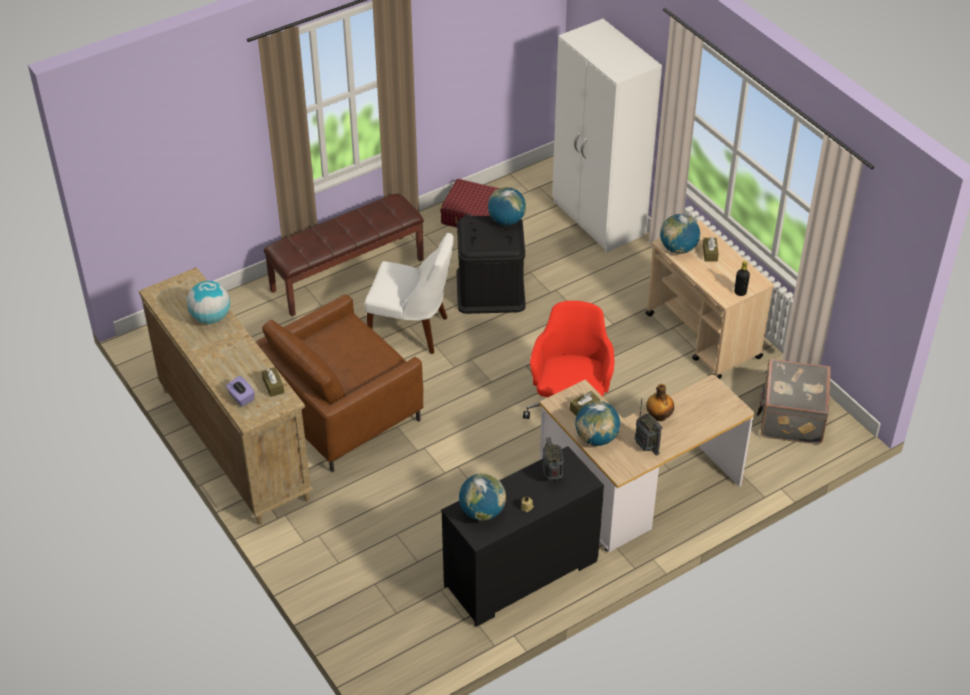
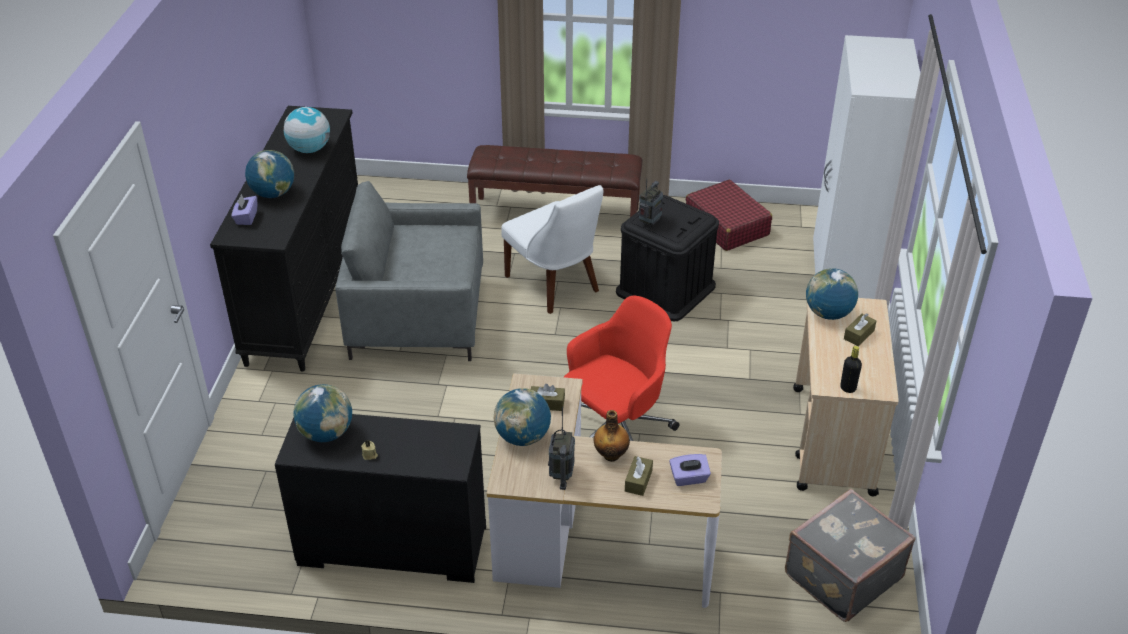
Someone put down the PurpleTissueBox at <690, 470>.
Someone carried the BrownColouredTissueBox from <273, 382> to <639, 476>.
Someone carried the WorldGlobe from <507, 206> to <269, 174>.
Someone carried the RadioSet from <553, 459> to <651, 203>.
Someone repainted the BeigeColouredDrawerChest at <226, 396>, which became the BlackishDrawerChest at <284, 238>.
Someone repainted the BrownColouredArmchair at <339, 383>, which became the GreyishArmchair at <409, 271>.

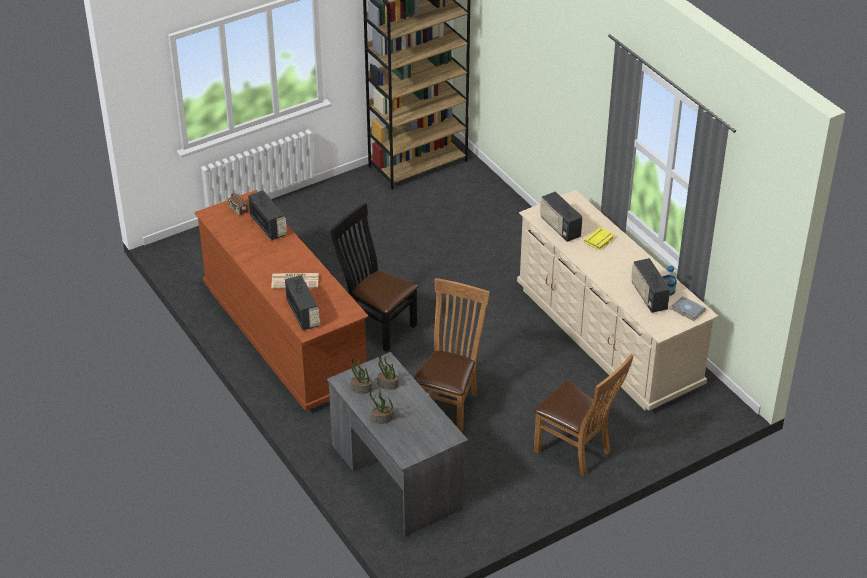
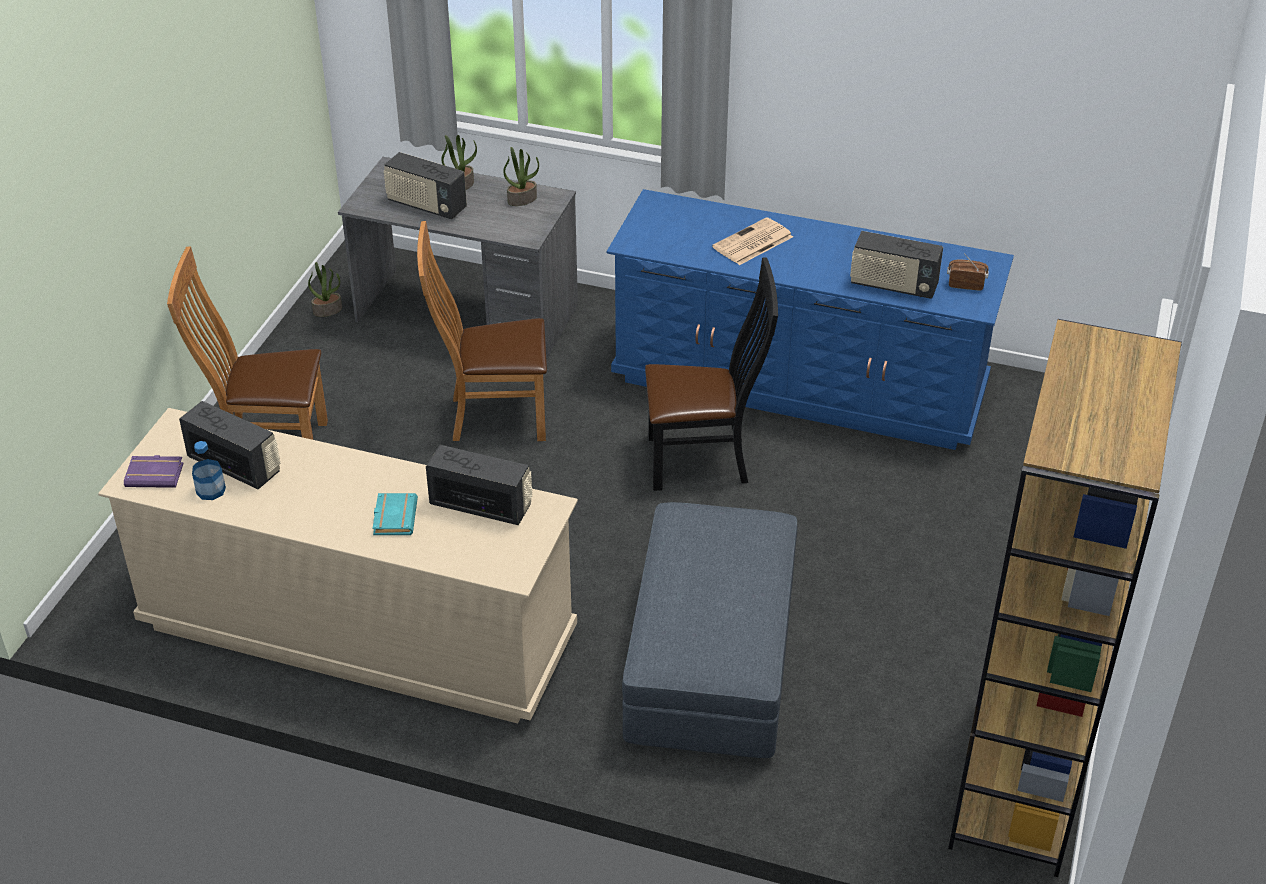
Someone put down the GreyishPouffe at <709, 630>.
Someone carried the RadioSet from <302, 303> to <425, 185>.
Someone carried the PottedPlant from <388, 371> to <325, 289>.
Someone repainted the BrownColouredDrawerChest at <281, 300>, which became the BlueDrawerChest at <810, 319>.
Someone repainted the YellowColouredVolume at <599, 239>, which became the TurquoiseVolume at <395, 514>.
Someone repainted the GreyishVolume at <688, 308>, which became the PurpleVolume at <153, 471>.
Someone rotated the BrownColouredUprightChair at <451, 355> by 105 degrees clockwise.

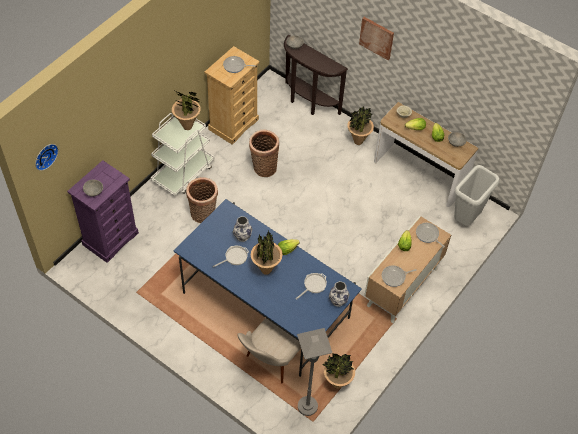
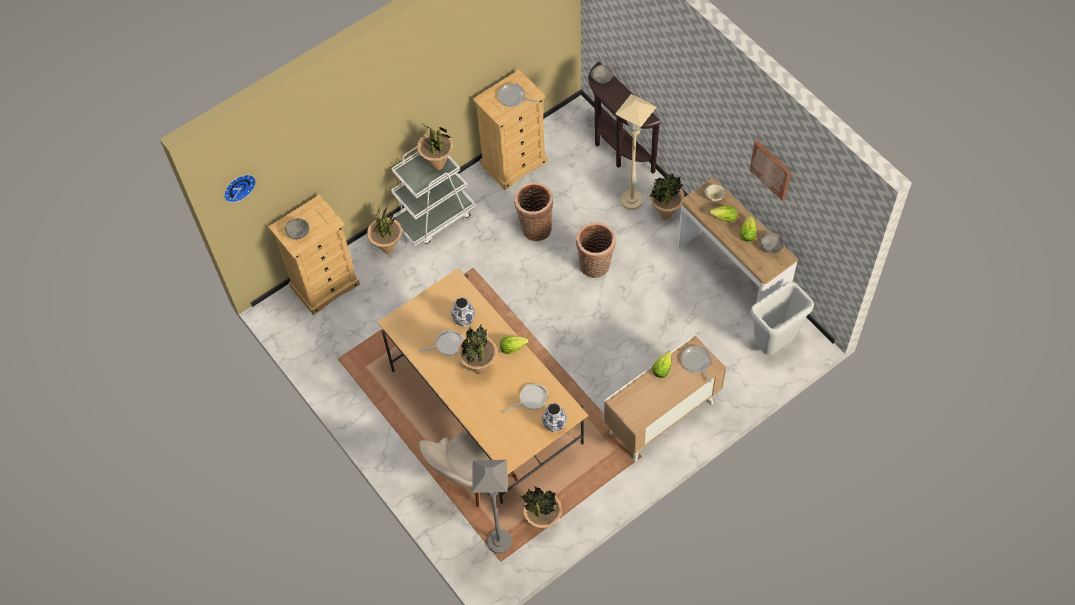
Someone took away the FryingPan at <399, 276>.
Someone put down the PottedPlant at <384, 230>.
Someone put down the BeigeColouredStandardLamp at <635, 152>.
Someone carried the Basket from <202, 200> to <596, 250>.
Someone carried the Picture from <376, 38> to <770, 170>.
Someone repainted the PurpleDrawerChest at <103, 211>, which became the BeigeColouredDrawerChest at <314, 254>.
Someone repainted the BlueDinnerTable at <268, 288>, which became the BeigeColouredDinnerTable at <483, 386>.

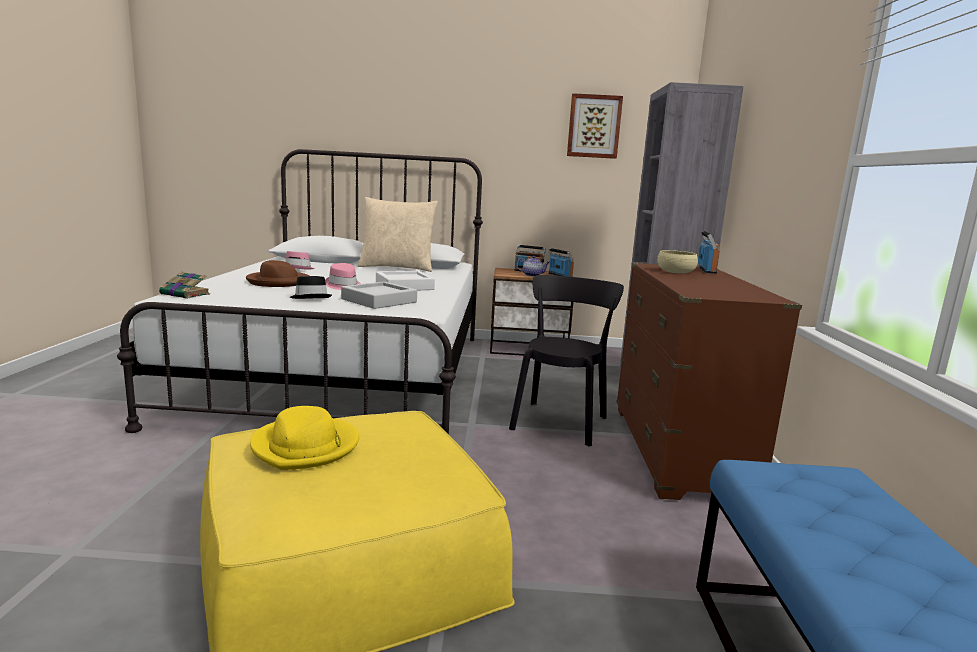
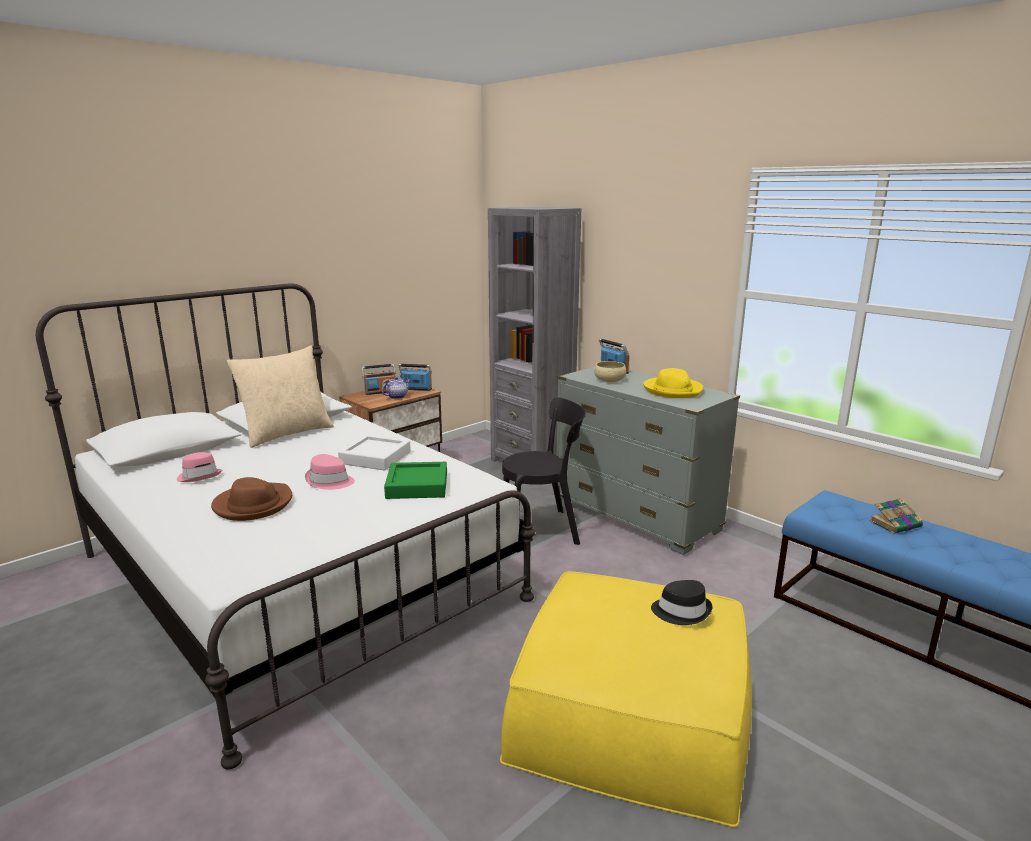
Someone took away the Picture at <595, 126>.
Someone carried the Volume from <184, 285> to <896, 516>.
Someone carried the YellowColouredClothingHat from <304, 438> to <673, 383>.
Someone carried the BlackishClothingHat from <310, 287> to <681, 602>.
Someone repainted the GreyishCarryingTray at <379, 295>, which became the GreenCarryingTray at <415, 480>.
Someone repainted the BrownColouredDrawerChest at <709, 381>, which became the GreyishDrawerChest at <648, 461>.
Someone rotated the BlackishUprightChair at <566, 361> by 105 degrees clockwise.

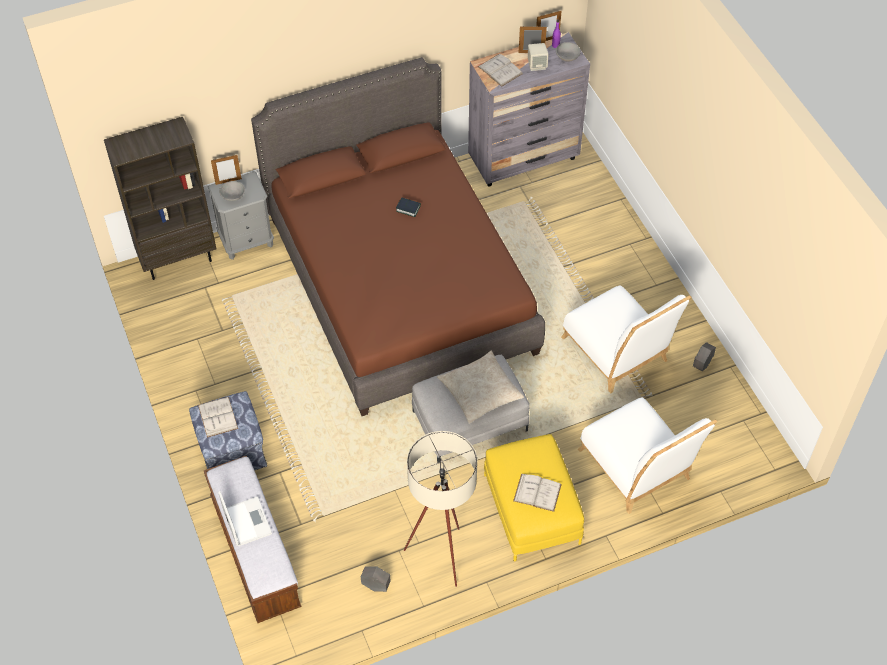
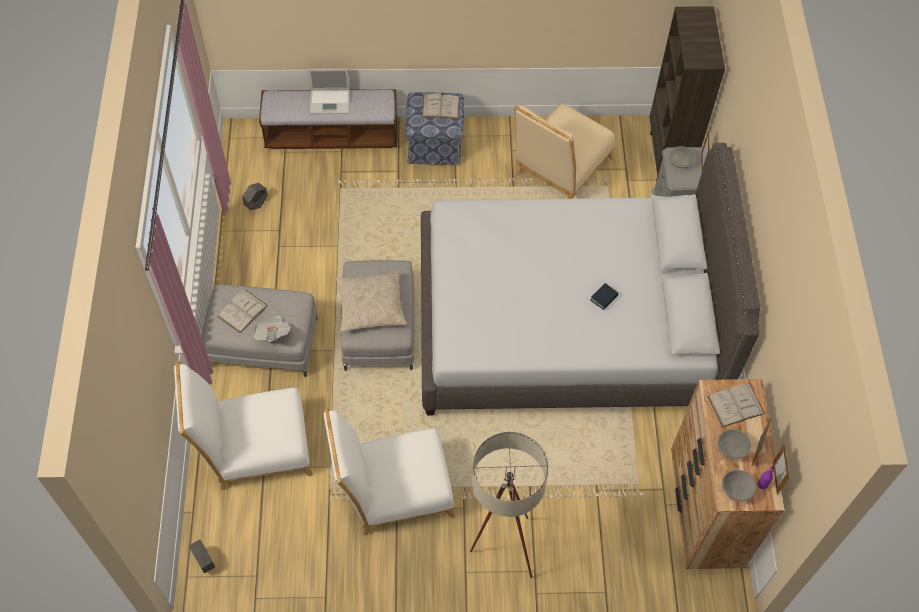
Someone put down the PrintedPaper at <272, 329>.
Someone put down the BeigeColouredUprightChair at <564, 151>.
Someone carried the BeigeColouredStandardLamp from <440, 509> to <509, 505>.
Someone carried the GreyishPlanter from <704, 356> to <202, 557>.
Someone swapped the BeigeColouredSpeaker at <538, 57> for the GreyishDeepDish at <734, 444>.
Someone repainted the BrownColouredSleepingBed at <398, 236>, which became the GreyishSleepingBed at <590, 279>.
Someone repainted the GreyishDrawerChest at <529, 109>, which became the BrownColouredDrawerChest at <728, 474>.
Someone repainted the YellowColouredPouffe at <534, 498>, which became the GreyishPouffe at <259, 331>.

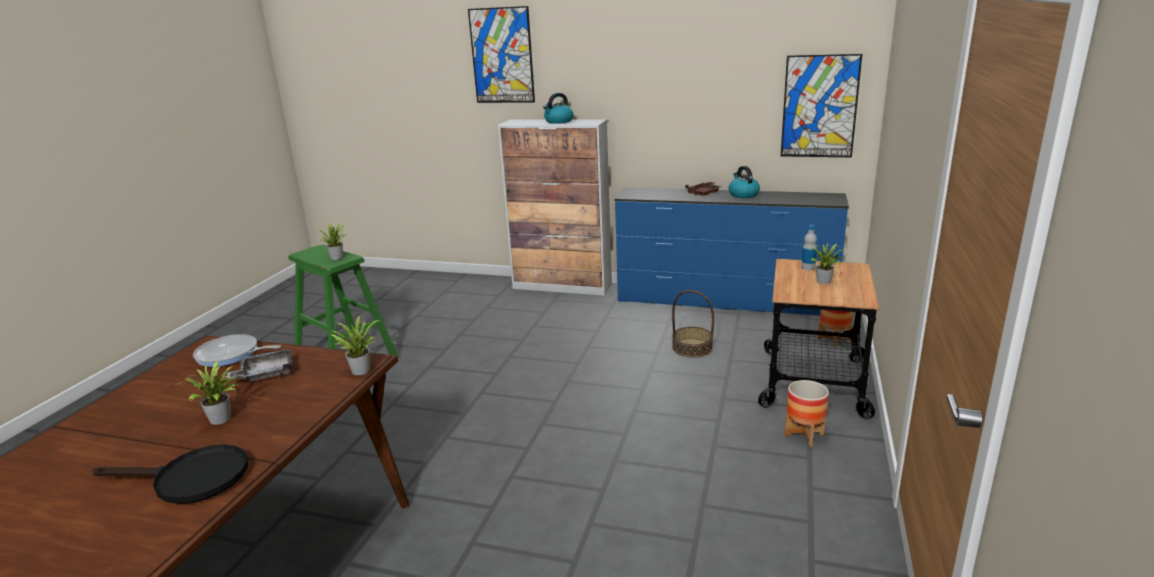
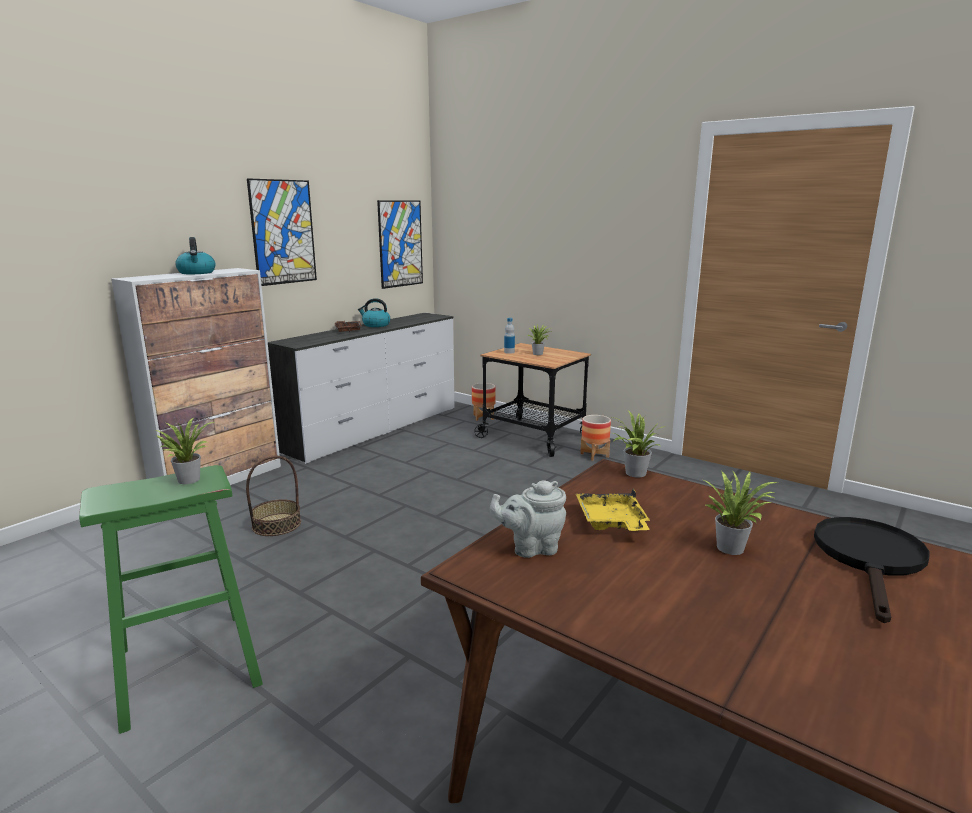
Someone carried the Picture from <501, 54> to <282, 232>.
Someone carried the Basket from <693, 323> to <273, 496>.
Someone swapped the FryingPan at <237, 350> for the GreyishPotForTea at <528, 519>.
Someone repainted the GreyishCarryingTray at <259, 365>, which became the YellowColouredCarryingTray at <613, 510>.
Someone repainted the BlueDrawerChest at <732, 251>, which became the WhitishDrawerChest at <361, 388>.

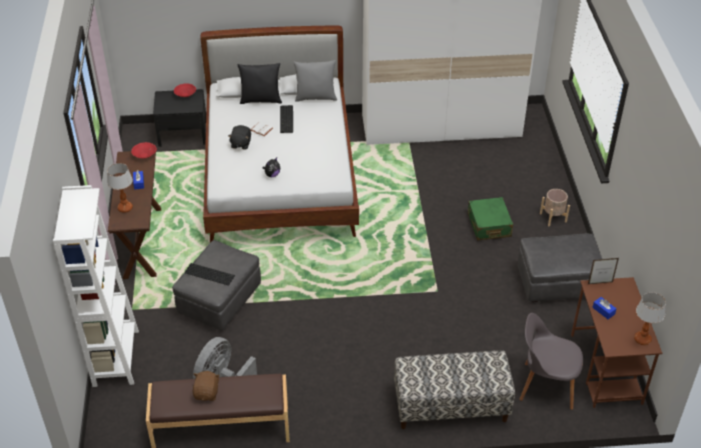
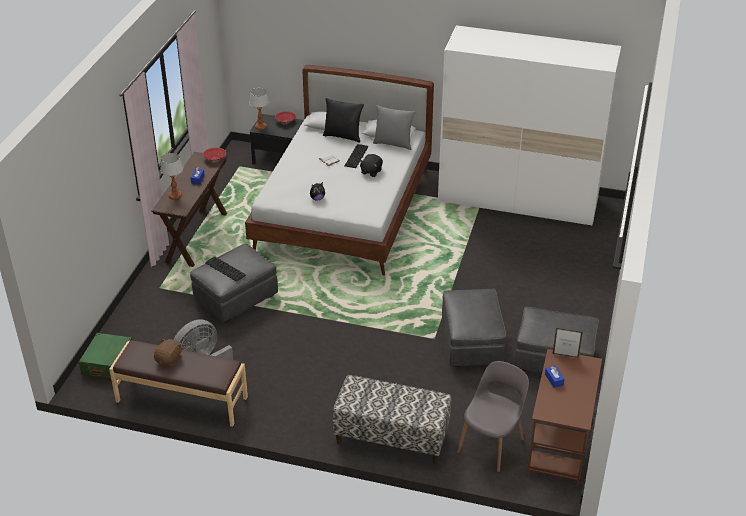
Someone took away the WhitishBookshelf at <96, 286>.
Someone took away the BeigeColouredPlanter at <555, 207>.
Someone put down the GreyishPouffe at <474, 328>.
Someone carried the BlackishPlushToy from <239, 137> to <371, 165>.
Someone carried the GreenSuitcase from <490, 219> to <105, 356>.
Someone carried the TableLamp from <650, 318> to <259, 109>.
Someone rotated the GreyishUprightChair at <551, 361> by 90 degrees clockwise.

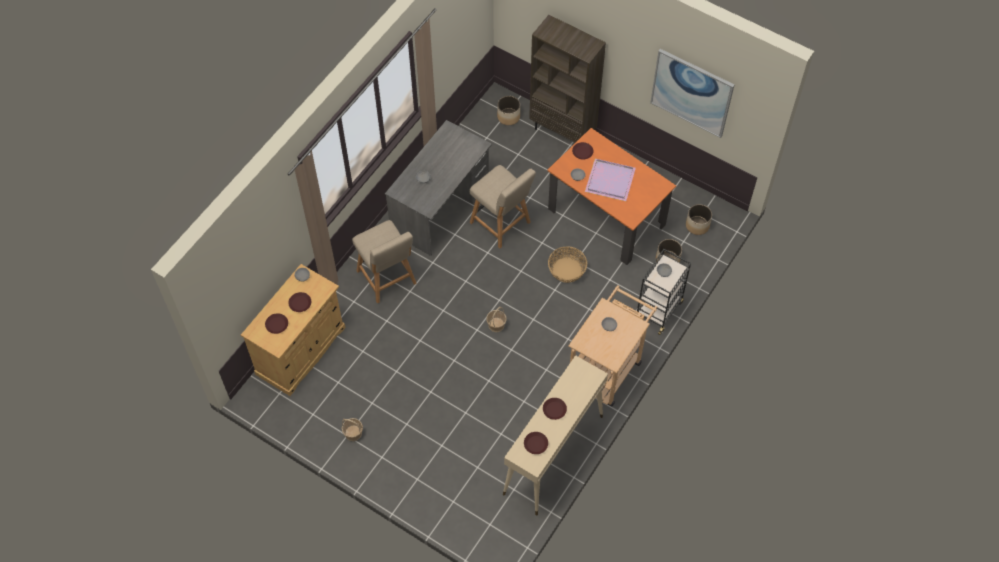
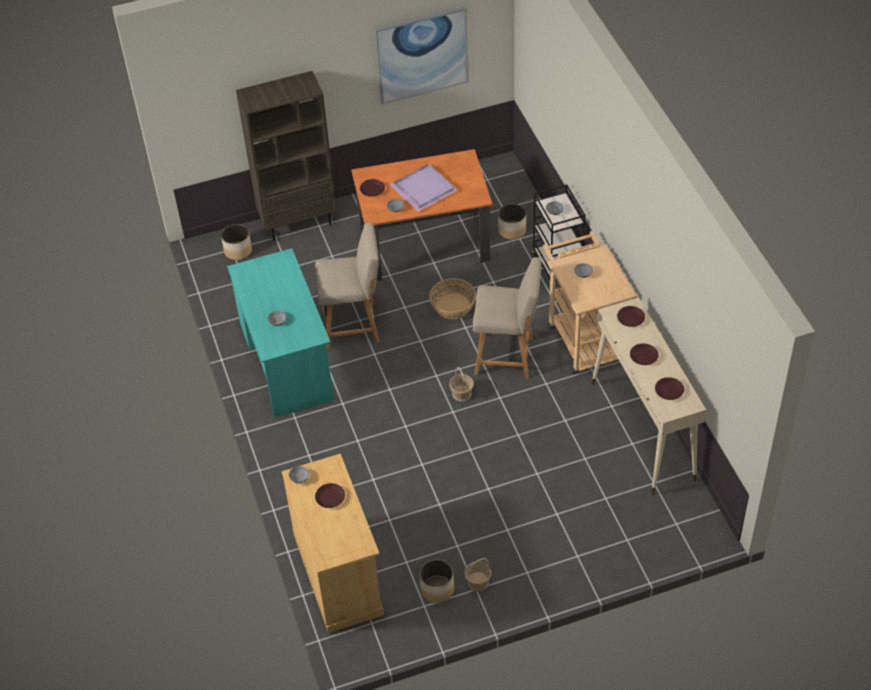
Someone carried the BrownColouredPlate from <276, 323> to <631, 316>.
Someone carried the BeigeColouredUprightChair from <384, 262> to <507, 318>.
Someone carried the Planter from <699, 219> to <436, 581>.
Someone repainted the GreyishDesk at <438, 188>, which became the TurquoiseDesk at <280, 333>.

